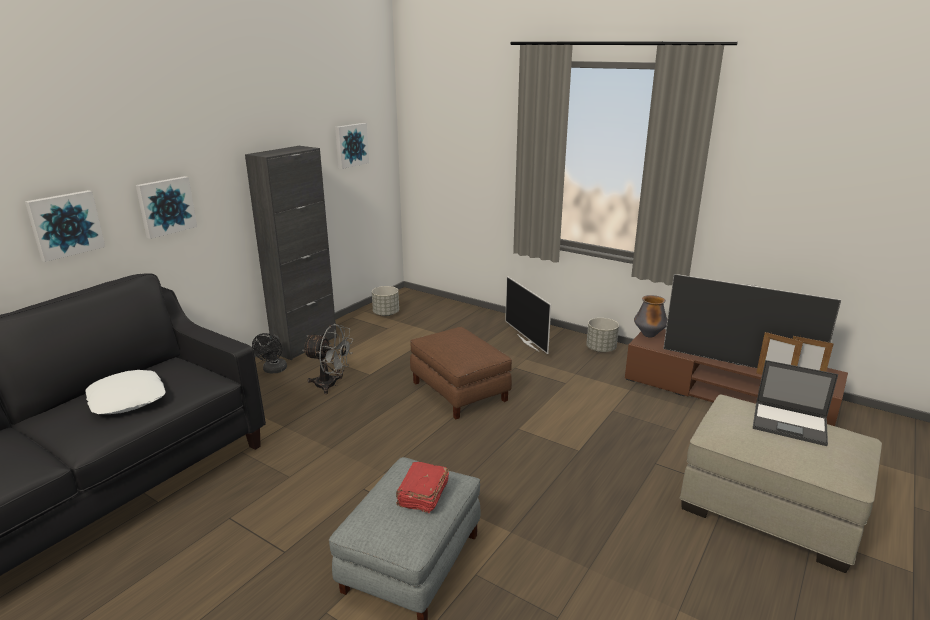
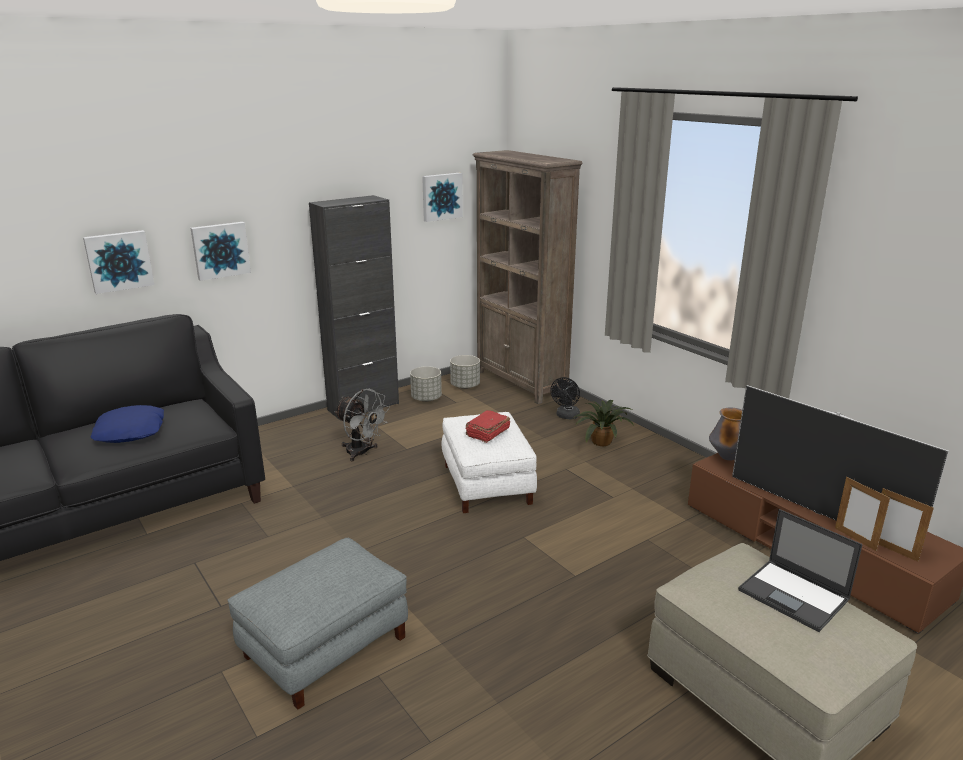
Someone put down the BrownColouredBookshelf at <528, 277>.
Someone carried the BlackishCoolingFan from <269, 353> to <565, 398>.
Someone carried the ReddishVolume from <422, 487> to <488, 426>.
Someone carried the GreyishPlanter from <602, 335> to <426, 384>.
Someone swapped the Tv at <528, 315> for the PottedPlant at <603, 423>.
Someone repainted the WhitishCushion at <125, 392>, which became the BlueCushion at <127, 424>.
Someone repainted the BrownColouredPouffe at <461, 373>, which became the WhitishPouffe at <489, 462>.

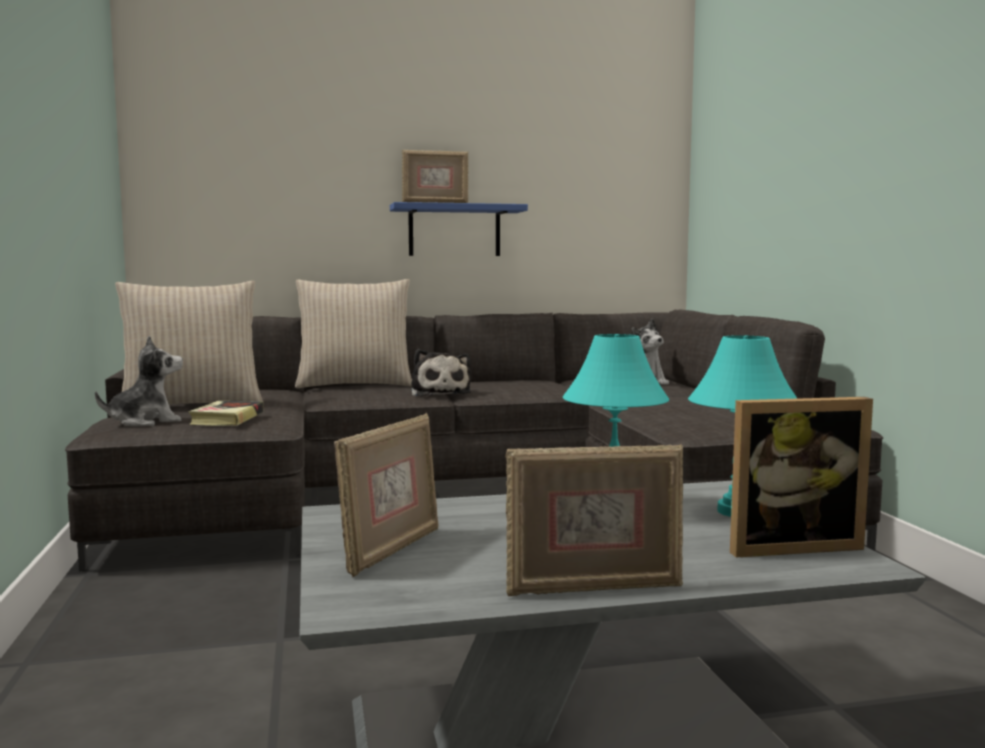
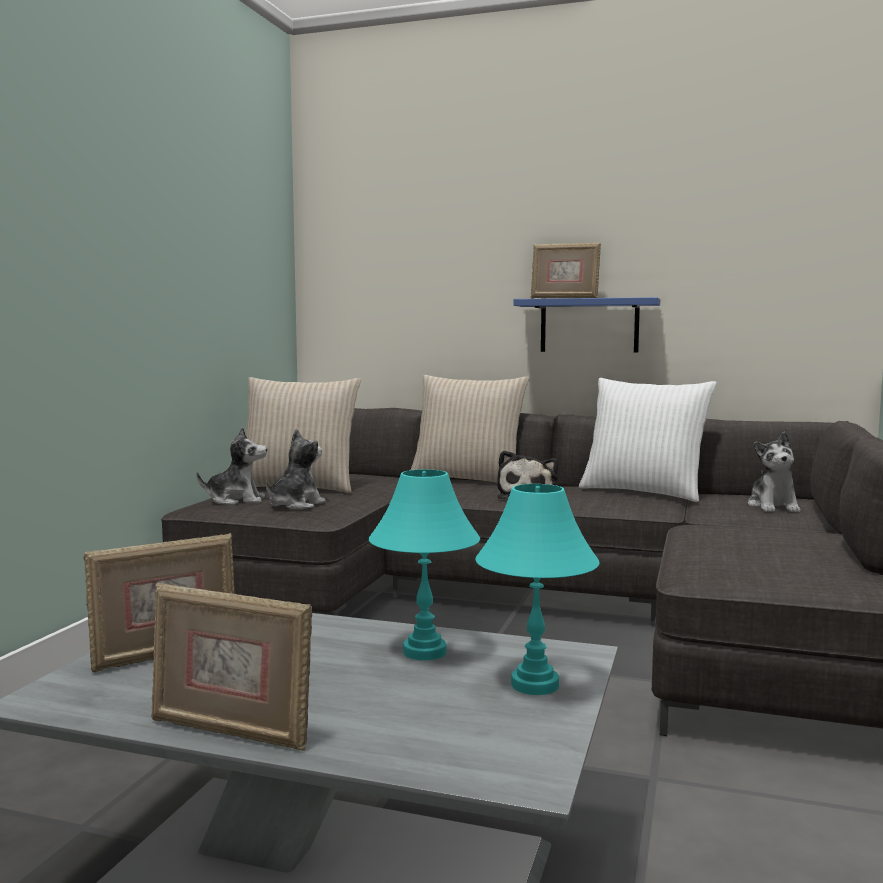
Someone took away the PhotoFrame at <801, 477>.
Someone put down the WhitishCushion at <648, 440>.
Someone swapped the Volume at <225, 413> for the PlushToy at <296, 469>.

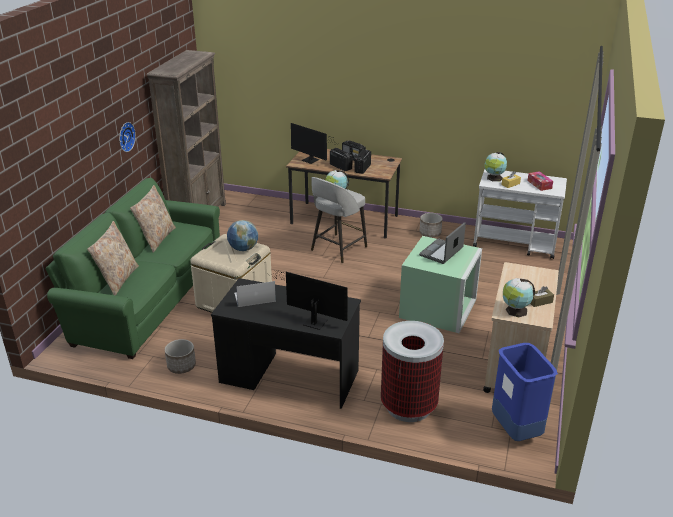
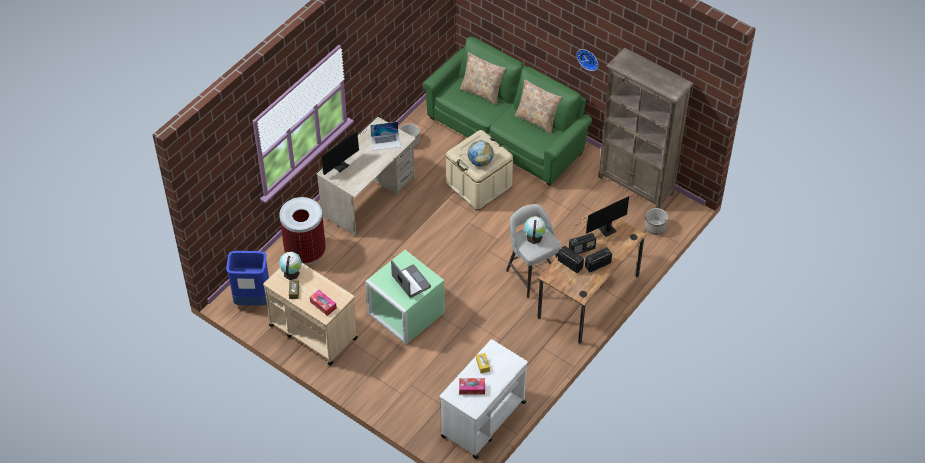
Someone took away the WorldGlobe at <495, 167>.
Someone put down the TissueBox at <323, 303>.
Someone carried the Planter from <431, 225> to <656, 221>.
Someone repainted the BlackishDesk at <286, 343>, which became the BeigeColouredDesk at <366, 176>.
Someone rotated the NotebookComputer at <255, 294> by 75 degrees clockwise.

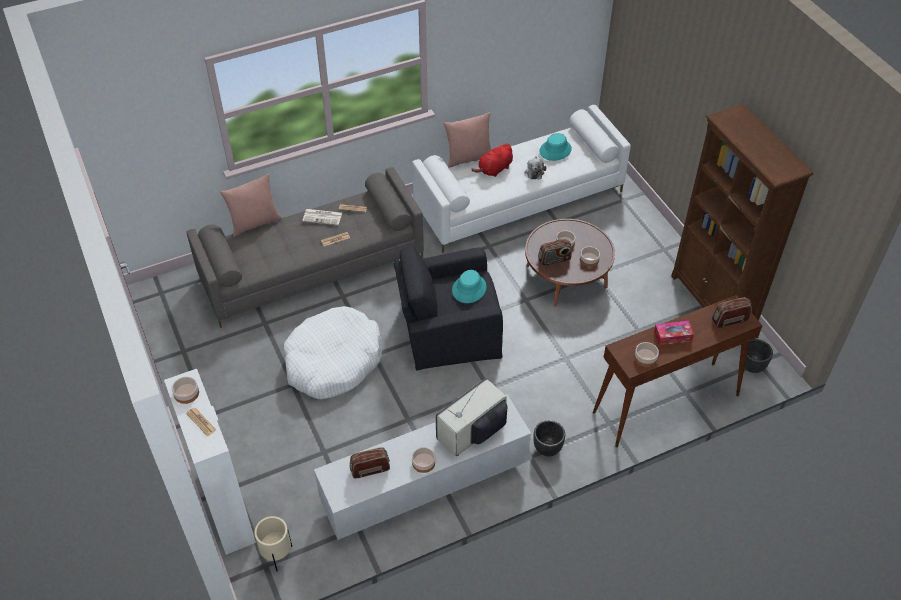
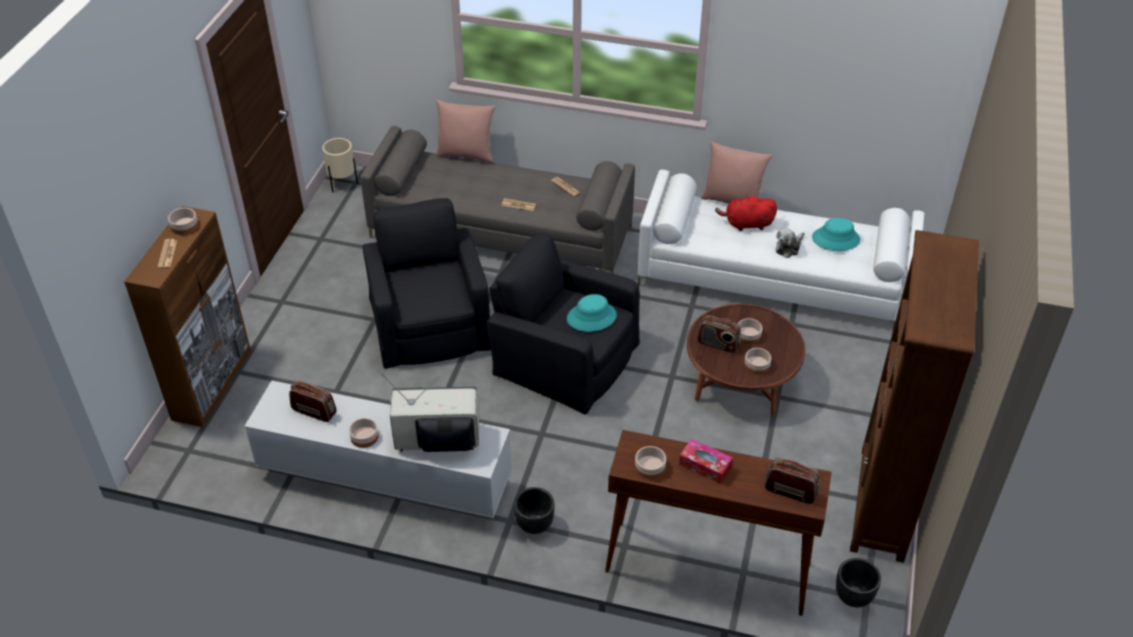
Someone took away the PrintedPaper at <322, 217>.
Someone carried the BeigeColouredPlanter from <273, 543> to <340, 165>.
Someone swapped the WhitishDogBed at <333, 352> for the BlackishArmchair at <427, 283>.
Someone repainted the WhitishCupboard at <210, 462>, which became the BrownColouredCupboard at <187, 316>.

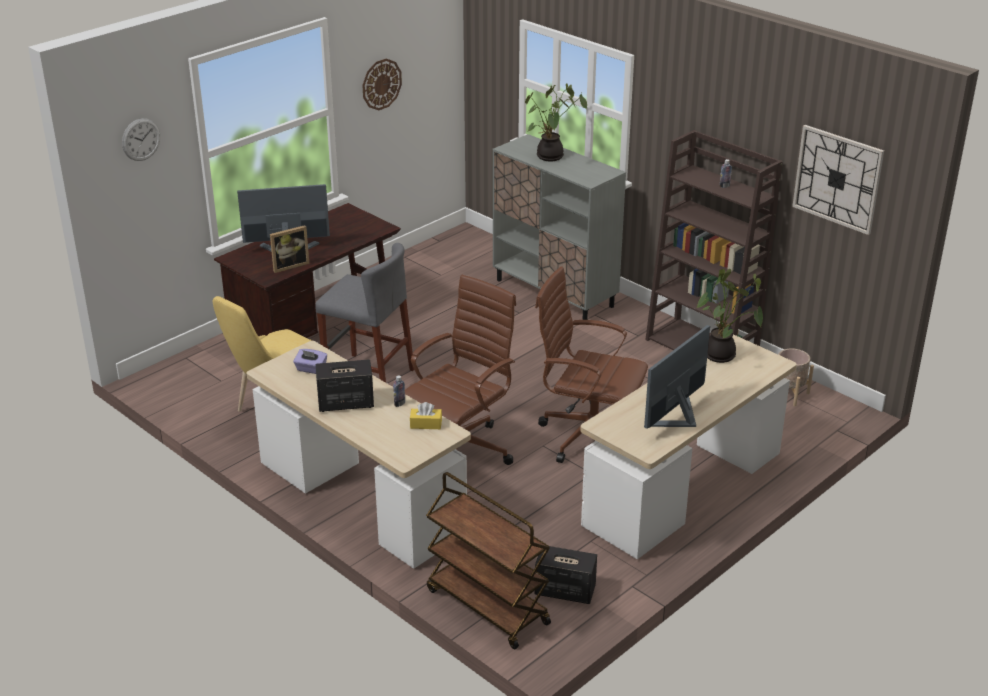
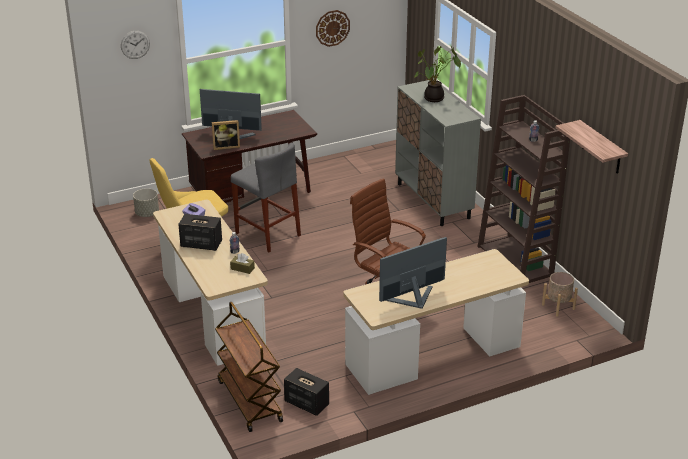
Someone took away the BrownColouredOfficeChair at <460, 370>.
Someone took away the PottedPlant at <729, 316>.
Someone put down the GreyishPlanter at <146, 202>.
Someone swapped the HangingClock at <838, 180> for the Shelf at <592, 147>.
Someone repainted the YellowColouredTissueBox at <426, 415>, which became the BrownColouredTissueBox at <242, 263>.

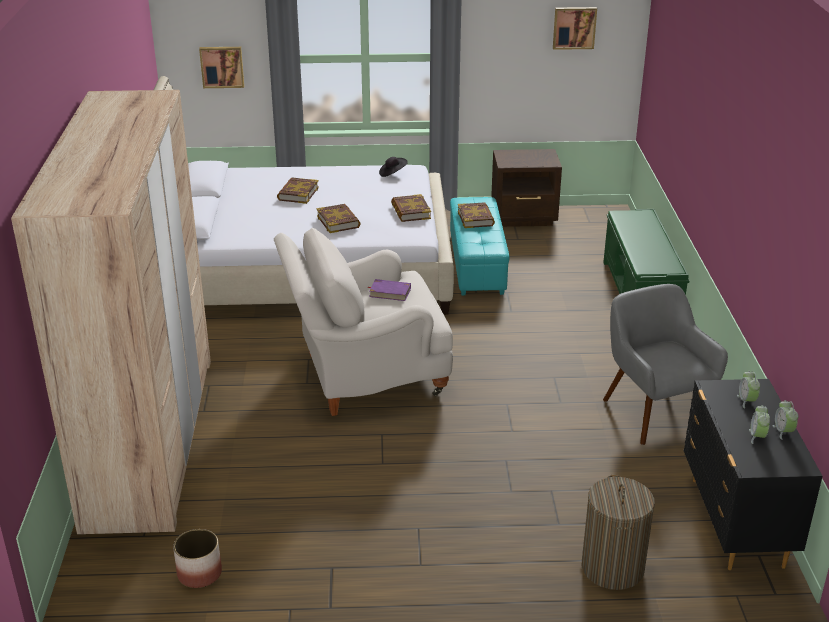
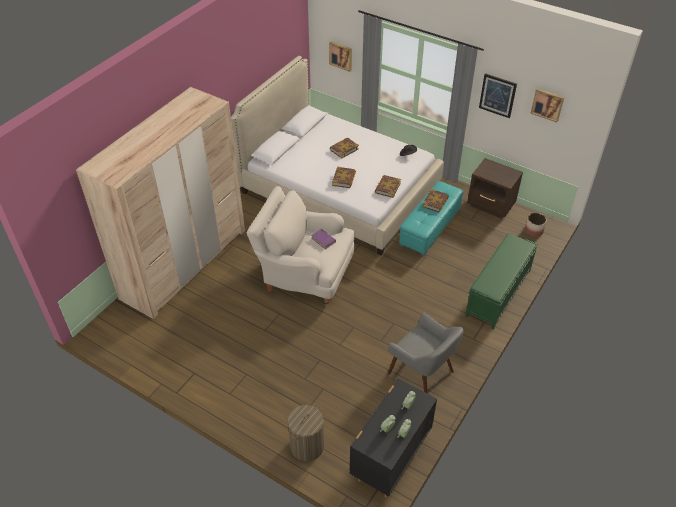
Someone put up the Picture at <498, 95>.
Someone carried the Planter from <197, 558> to <535, 225>.
Someone rotated the GreyishArmchair at <665, 364> by 120 degrees clockwise.

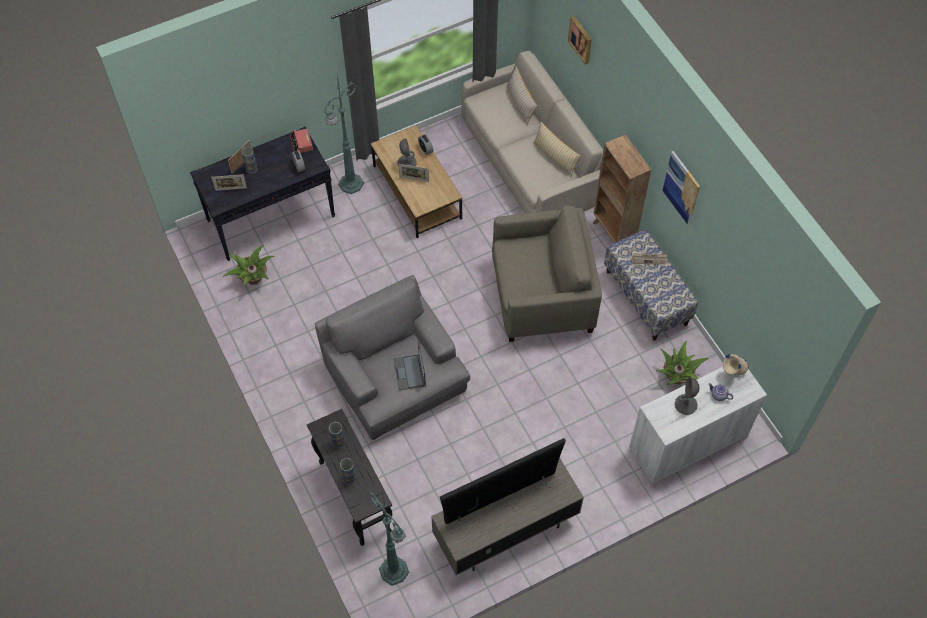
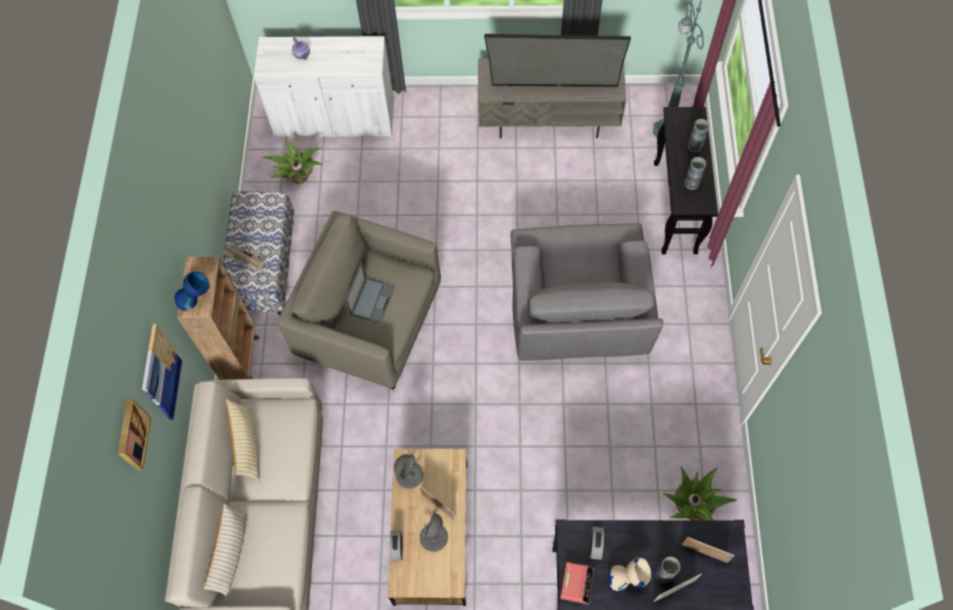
Someone took away the GreenStandardLamp at <344, 135>.
Someone put down the BlueDecorativeVase at <192, 291>.
Someone carried the NotebookComputer from <409, 366> to <370, 293>.
Someone carried the Picture from <681, 188> to <162, 372>.
Someone carried the GreyishTableLamp from <687, 396> to <408, 471>.
Someone carried the BeigeColouredDecorativeVase from <735, 364> to <629, 574>.

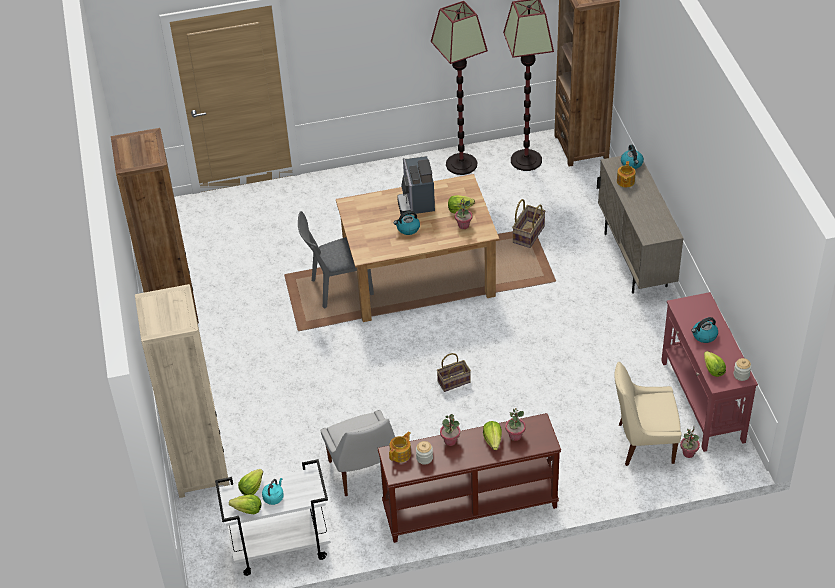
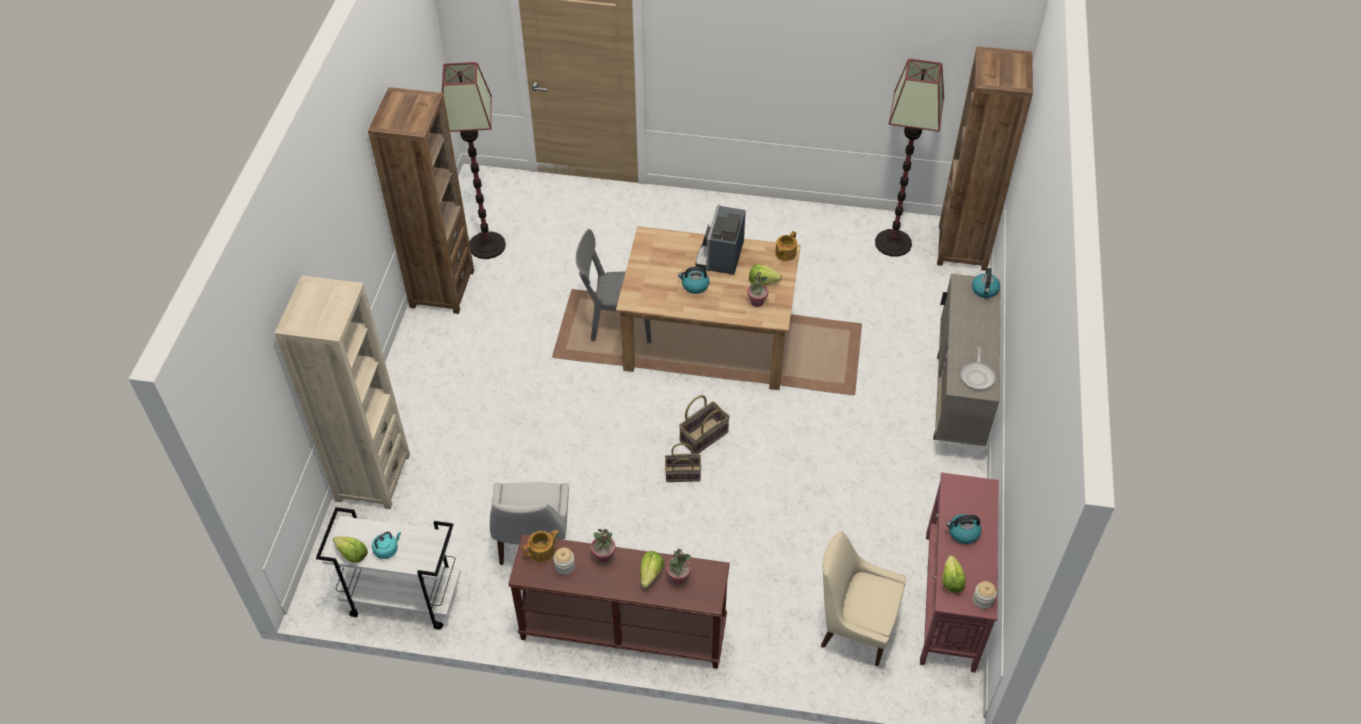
Someone took away the LettuceHead at <250, 482>.
Someone took away the PottedPlant at <690, 442>.
Someone put down the FryingPan at <978, 369>.
Someone carried the StandardLamp from <459, 88> to <474, 160>.
Someone carried the Basket from <529, 223> to <704, 424>.
Someone carried the PotForTea from <626, 174> to <786, 246>.

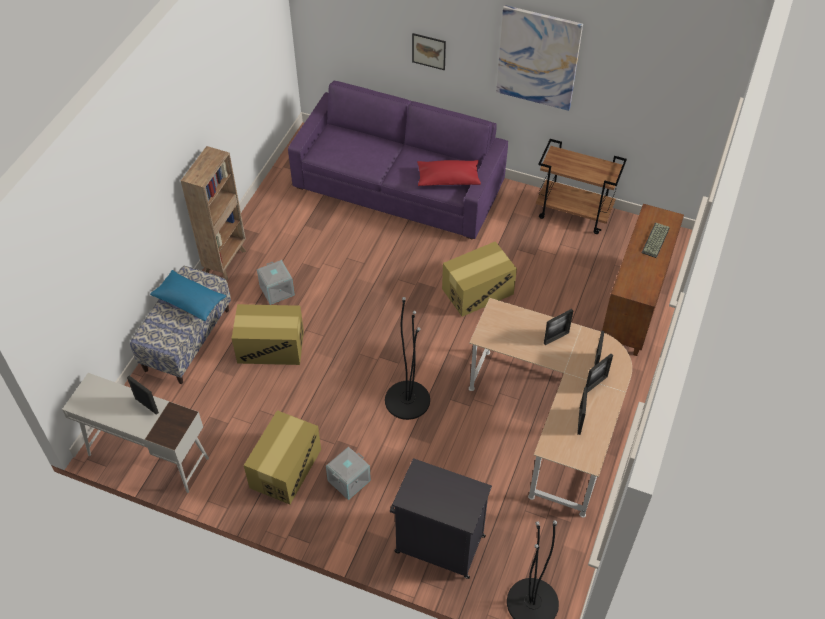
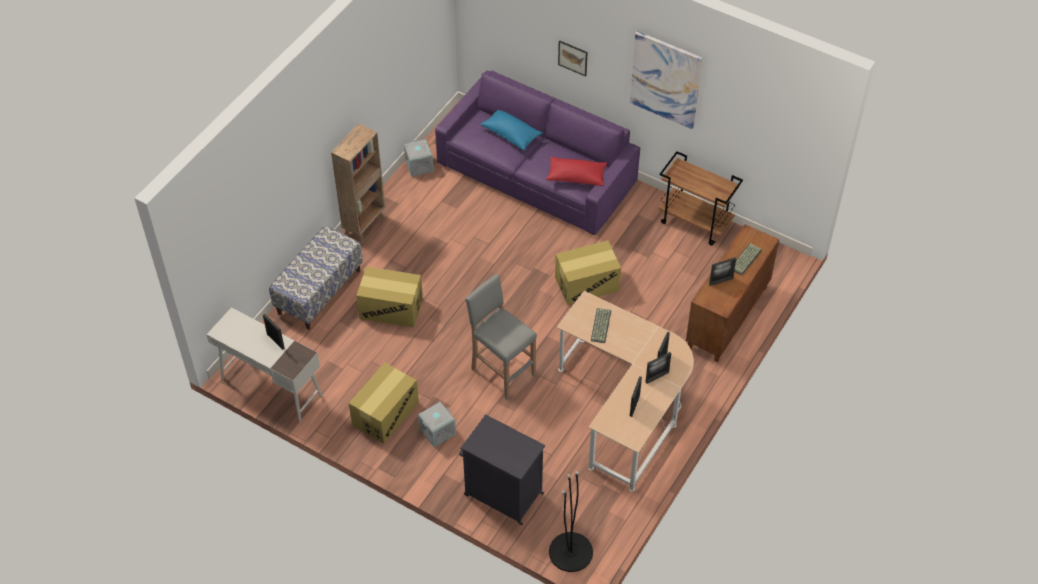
Someone put down the PcKeyboard at <601, 325>.
Someone carried the BlueCushion from <188, 295> to <511, 130>.
Someone carried the GreyishStorageBin from <276, 282> to <419, 158>.
Someone carried the PhotoFrame from <558, 327> to <722, 271>.
Someone swapped the BlackishStandardLamp at <407, 358> for the GreyishStoolSeat at <501, 336>.

